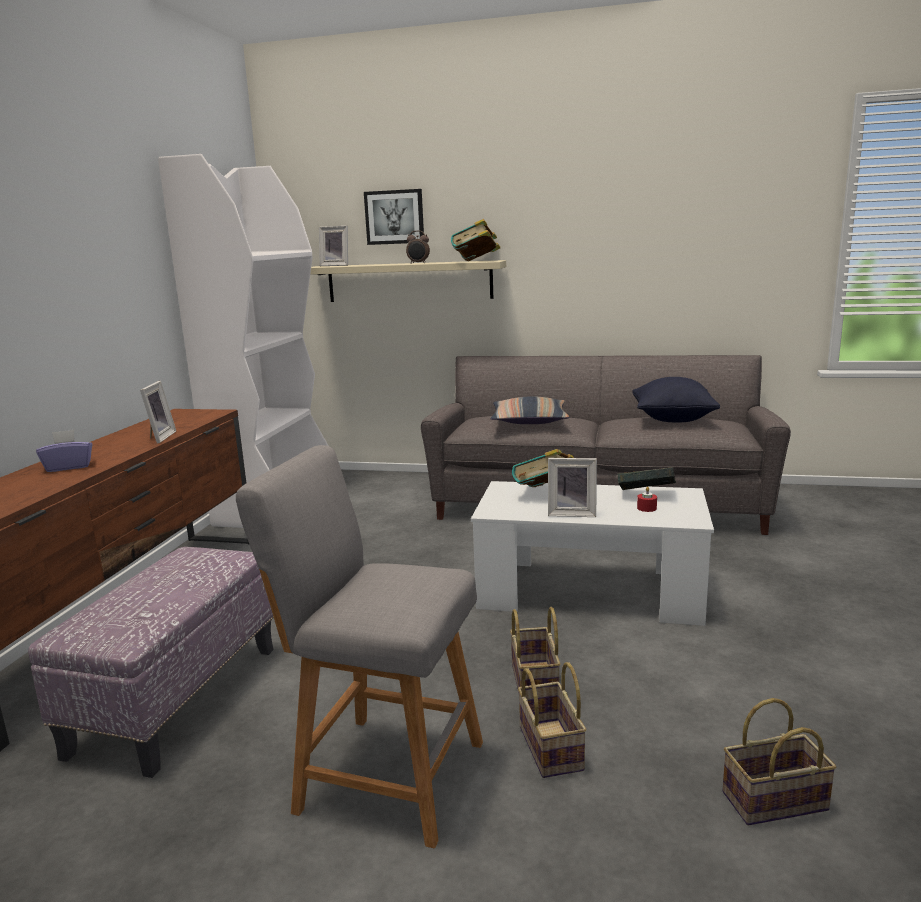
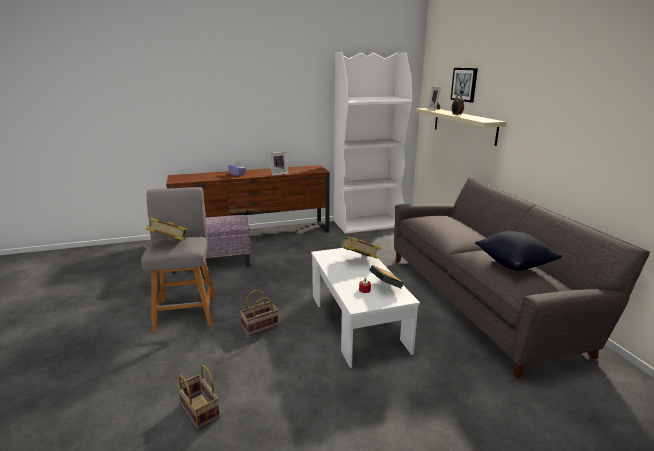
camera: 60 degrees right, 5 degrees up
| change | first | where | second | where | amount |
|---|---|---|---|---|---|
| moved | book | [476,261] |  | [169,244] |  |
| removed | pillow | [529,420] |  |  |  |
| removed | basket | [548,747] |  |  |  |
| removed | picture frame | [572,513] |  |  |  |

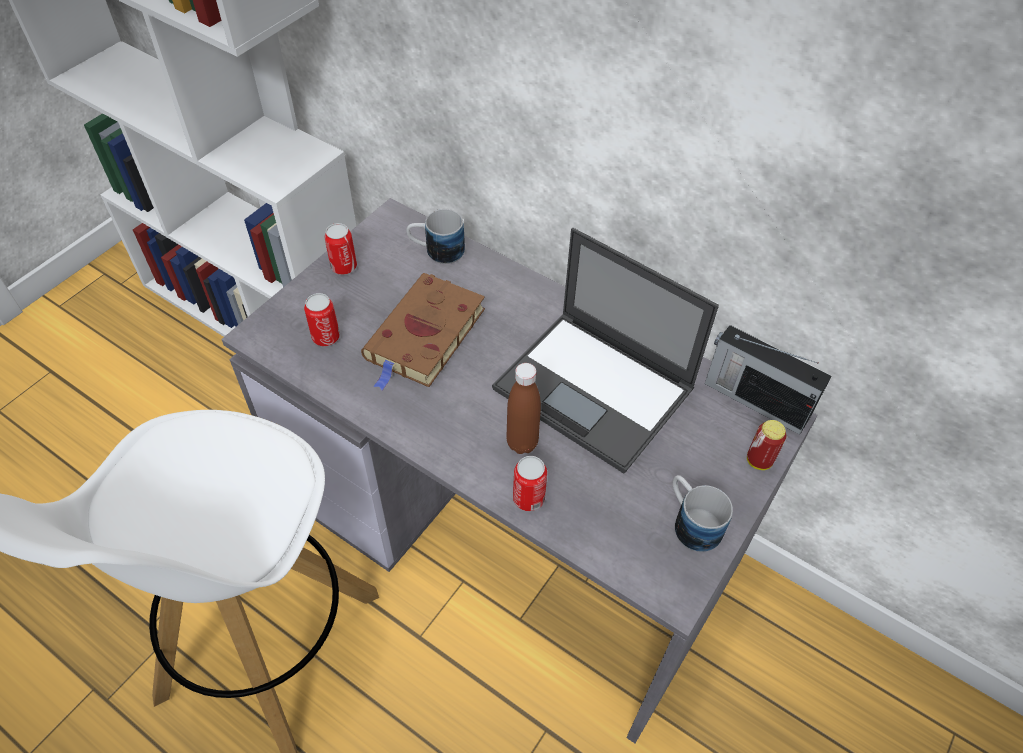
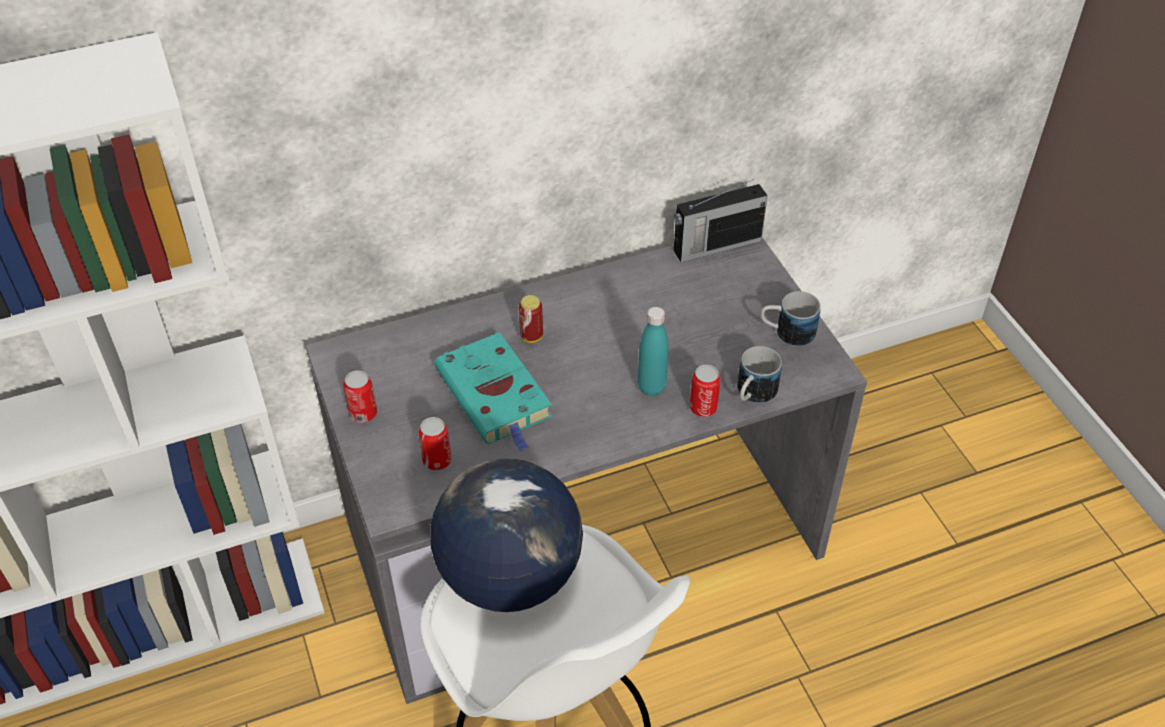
camera: 55 degrees left, 5 degrees down
| change | first | where | second | where | amount |
|---|---|---|---|---|---|
| added |  |  | globe | [510,575] |  |
| recoloured | brown book | [424,337] | turquoise book | [496,396] |  |
| moved | can | [759,461] |  | [531,336] |  |
| recoloured | brown bottle | [522,443] | turquoise bottle | [651,387] |  |
| moved | mug | [436,251] |  | [752,395] |  |
| removed | laptop | [595,390] |  |  |  |

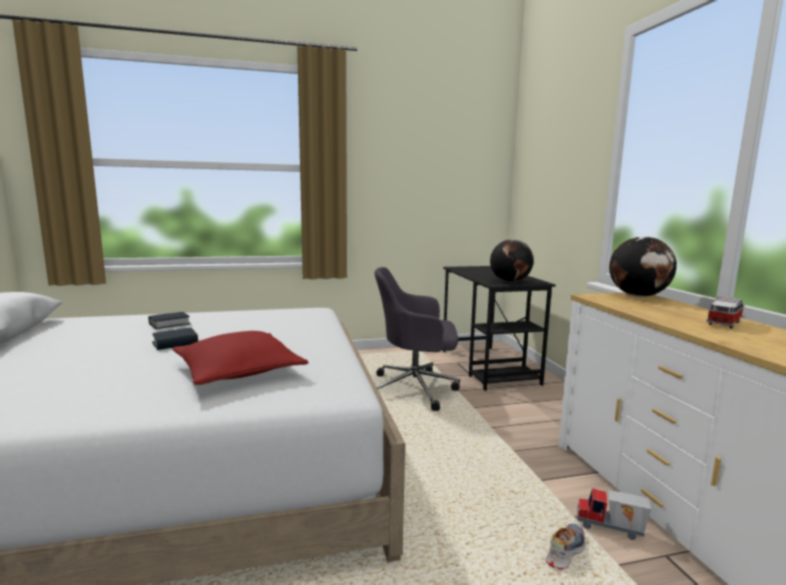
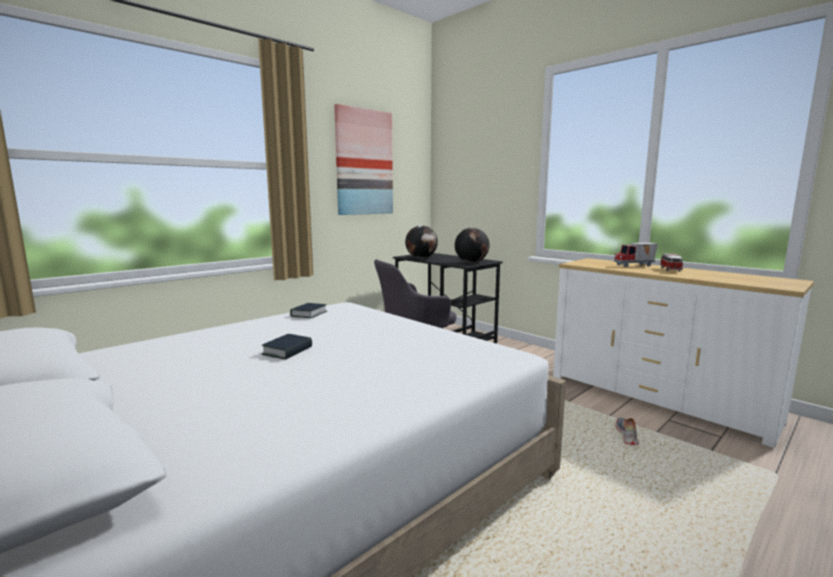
camera: 30 degrees left, 0 degrees up
| change | first | where | second | where | amount |
|---|---|---|---|---|---|
| moved | book | [169,324] |  | [309,314] |  |
| added |  |  | picture | [364,162] |  |
| moved | globe | [638,296] |  | [421,258] |  |
| moved | toy truck | [610,529] |  | [635,266] |  |
| removed | red pillow | [239,371] |  |  |  |

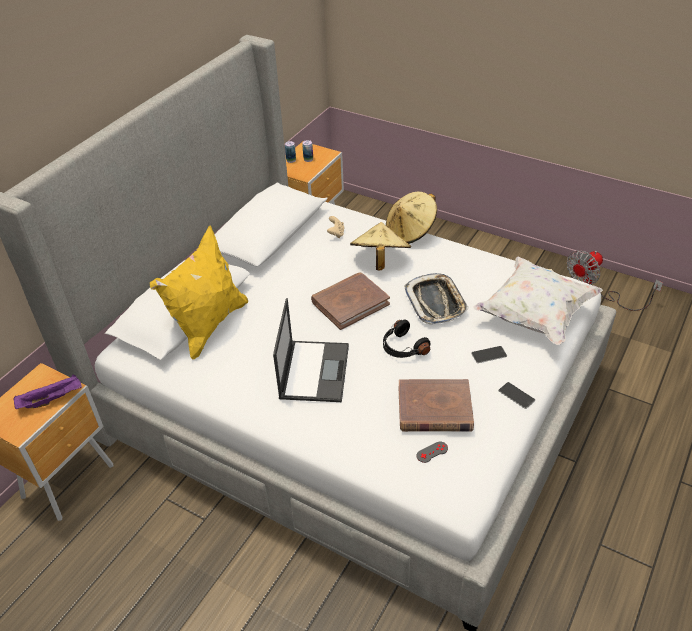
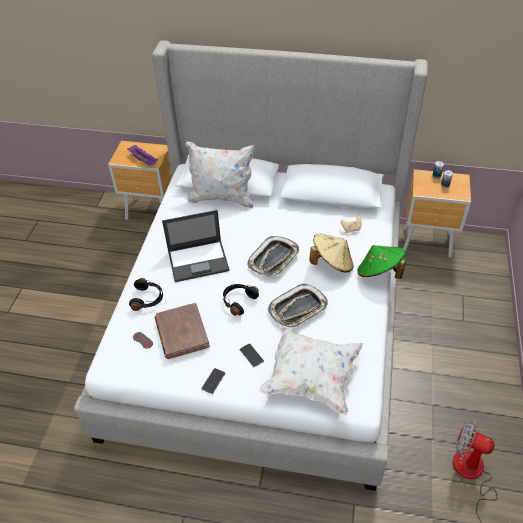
camera: 70 degrees right, 5 degrees up
| change | first | where | second | where | amount |
|---|---|---|---|---|---|
| added |  |  | black headphones | [148,299] |  |
| recoloured | yellow pillow | [209,326] | white pillow | [222,198] |  |
| replaced | brown book | [350,303] | tray | [274,259] |  |
| recoloured | beige hat | [411,232] | green hat | [379,272] |  |

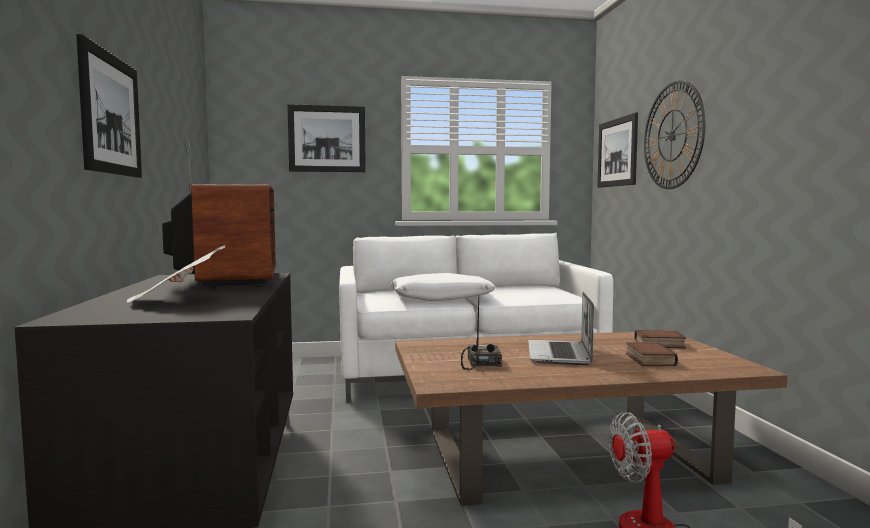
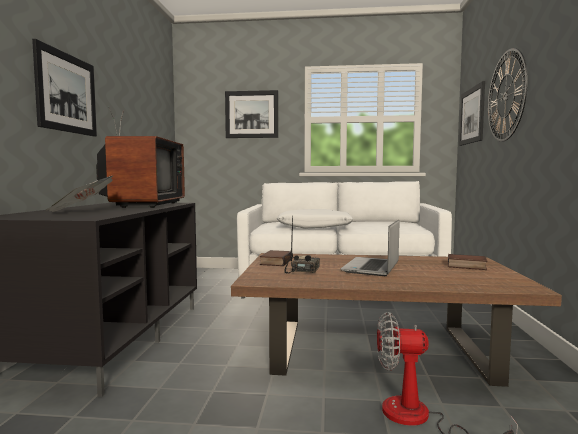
camera: 15 degrees right, 0 degrees up
| change | first | where | second | where | amount |
|---|---|---|---|---|---|
| moved | book | [648,359] |  | [275,262] |  |

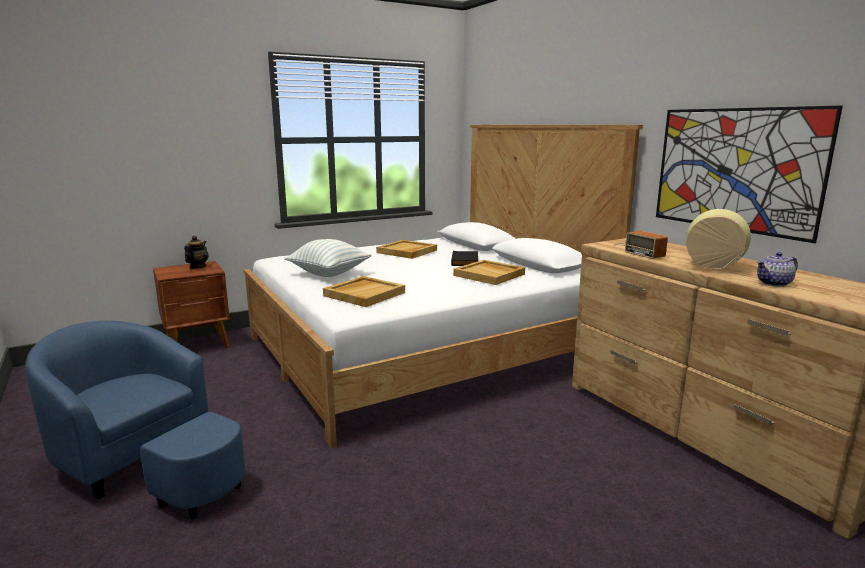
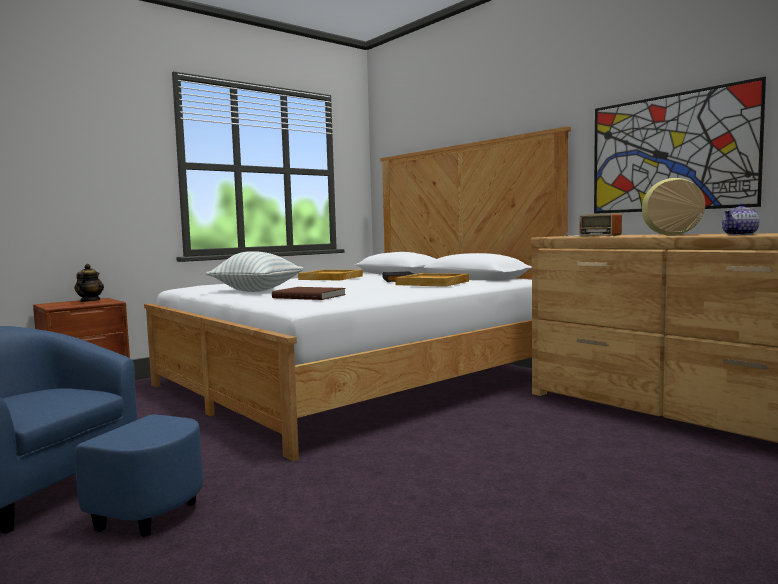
camera: 10 degrees left, 10 degrees down
| change | first | where | second | where | amount |
|---|---|---|---|---|---|
| replaced | beige tray | [364,294] | brown book | [310,296] |  |

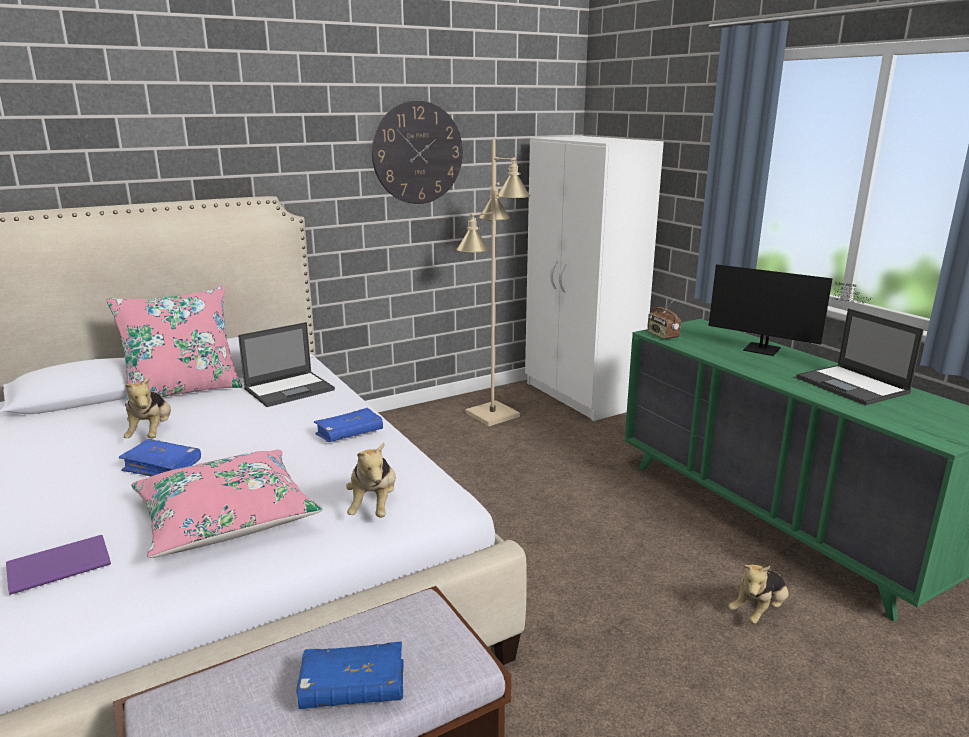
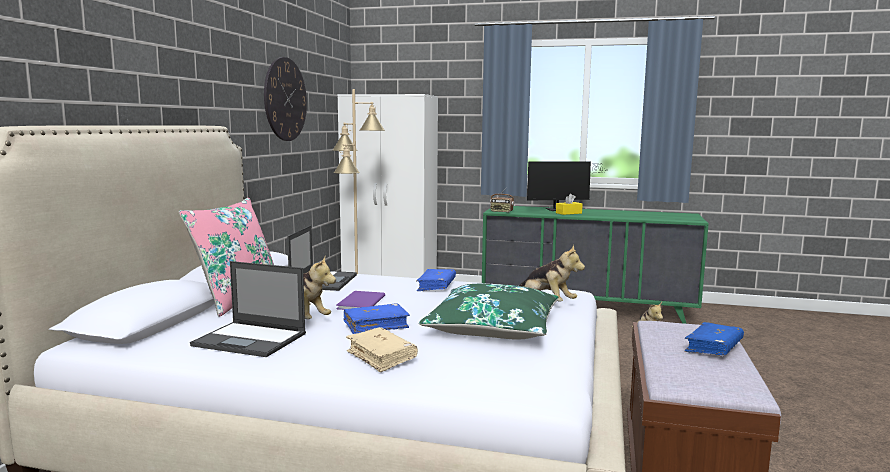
camera: 45 degrees left, 10 degrees down
| change | first | where | second | where | amount |
|---|---|---|---|---|---|
| moved | laptop | [853,386] |  | [251,340] |  |
| moved | purple book | [56,565] |  | [359,302] |  |
| added |  |  | beige book | [381,357] |  |
| recoloured | pink pillow | [226,518] | green pillow | [492,328] |  |
| added |  |  | yellow tissue box | [568,213] |  |

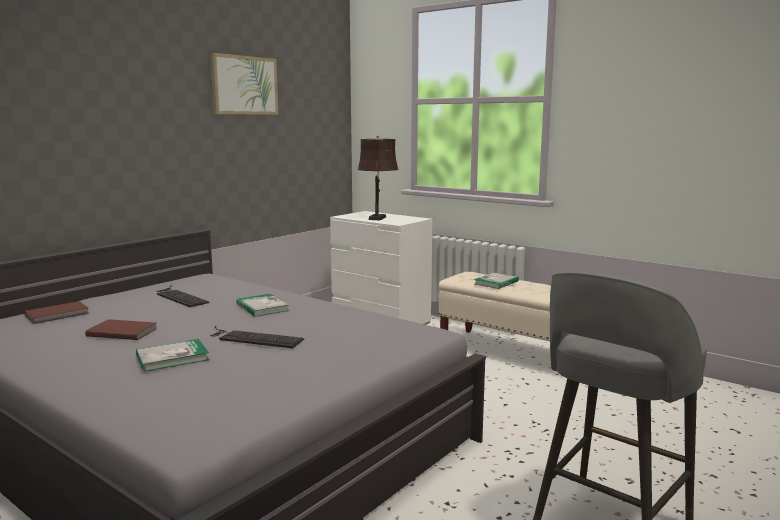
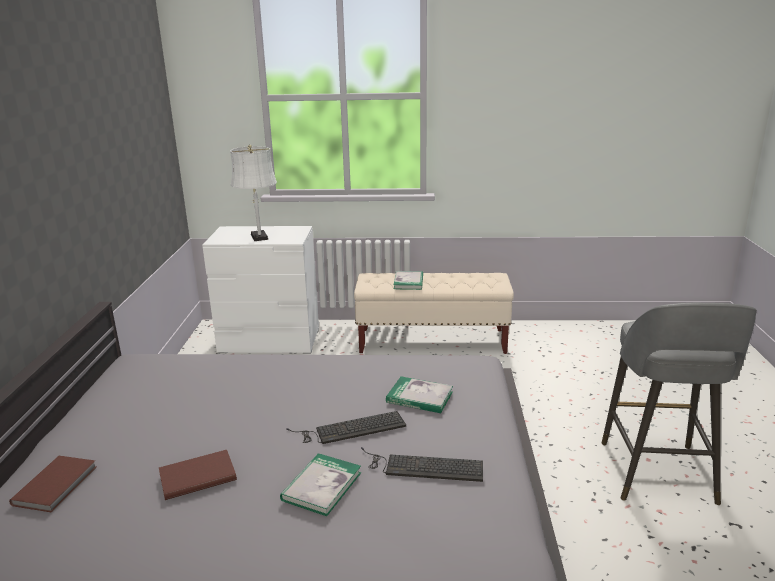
camera: 35 degrees left, 10 degrees up
| change | first | where | second | where | amount |
|---|---|---|---|---|---|
| recoloured | brown table lamp | [378,218] | white table lamp | [259,236] |  |
| moved | keyboard | [179,297] |  | [422,466] |  |
| moved | book | [262,307] |  | [419,397] |  |
| removed | picture | [244,85] |  |  |  |

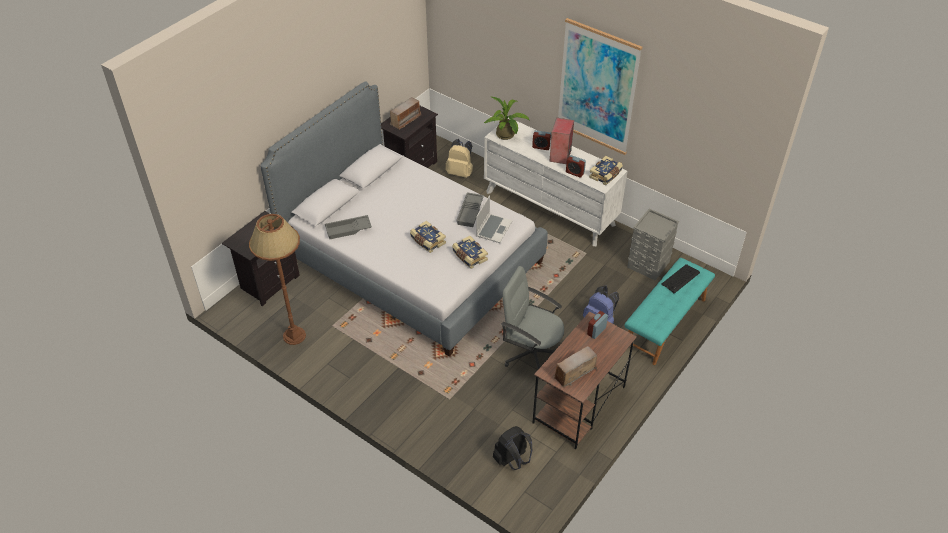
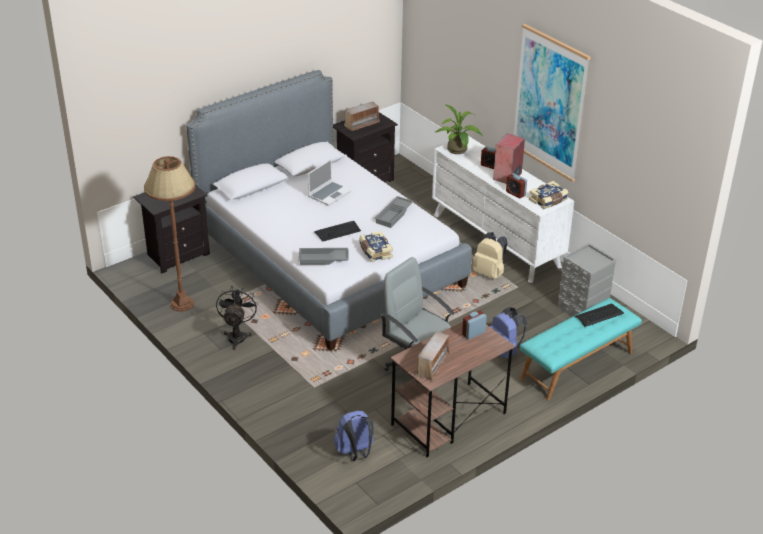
camera: 15 degrees right, 10 degrees down
| change | first | where | second | where | amount |
|---|---|---|---|---|---|
| added |  |  | black fan | [237,336] |  |
| moved | grey tray | [348,230] |  | [323,259] |  |
| moved | laptop | [493,228] |  | [329,194] |  |
| replaced | book | [427,241] | keyboard | [337,231] |  |
| recoloured | black backpack | [512,460] | blue backpack | [355,453] |  |
| turned | radio | [574,373] |  | [433,364] | 135 degrees clockwise |
| moved | beige backpack | [460,172] |  | [489,273] |  |

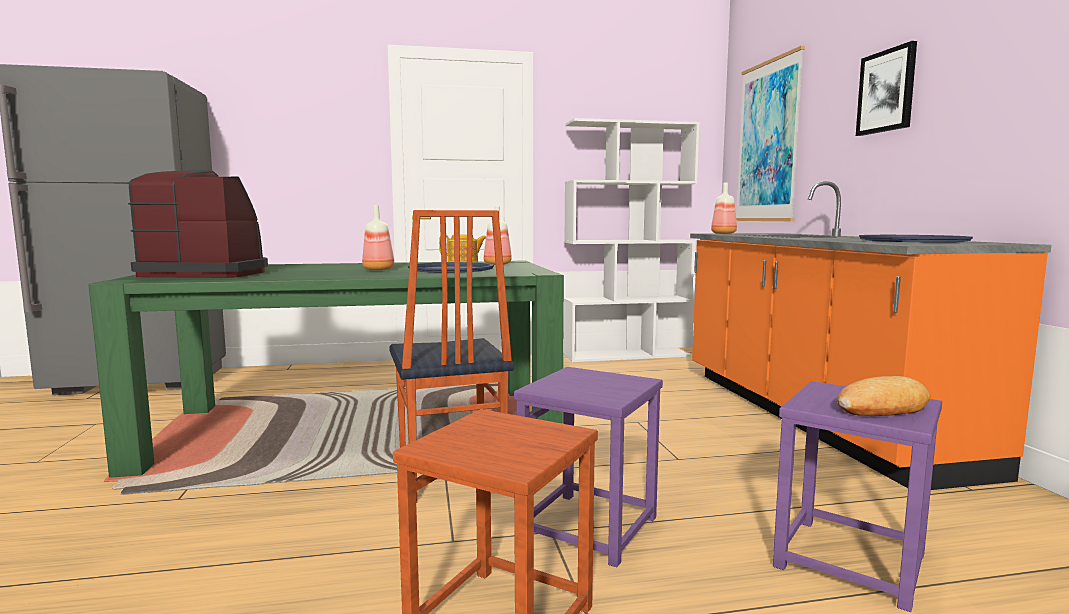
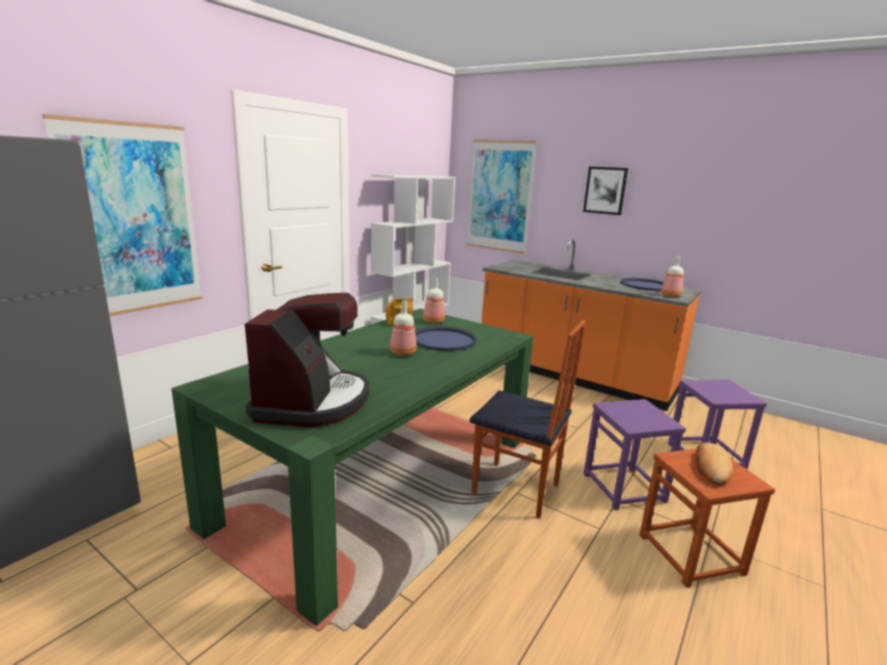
camera: 45 degrees left, 10 degrees up
| change | first | where | second | where | amount |
|---|---|---|---|---|---|
| added |  |  | picture | [133,220] |  |
| turned | coffee machine | [207,274] |  | [313,401] | 135 degrees clockwise |
| moved | bottle | [723,233] |  | [670,296] |  |
| moved | bread | [883,407] |  | [711,467] |  |

